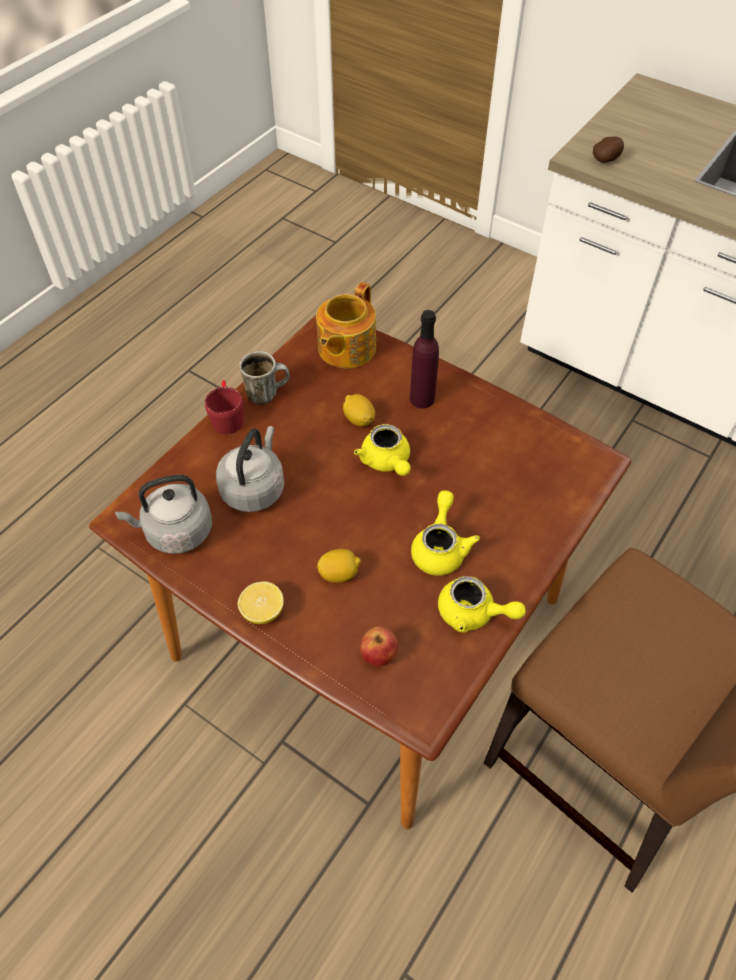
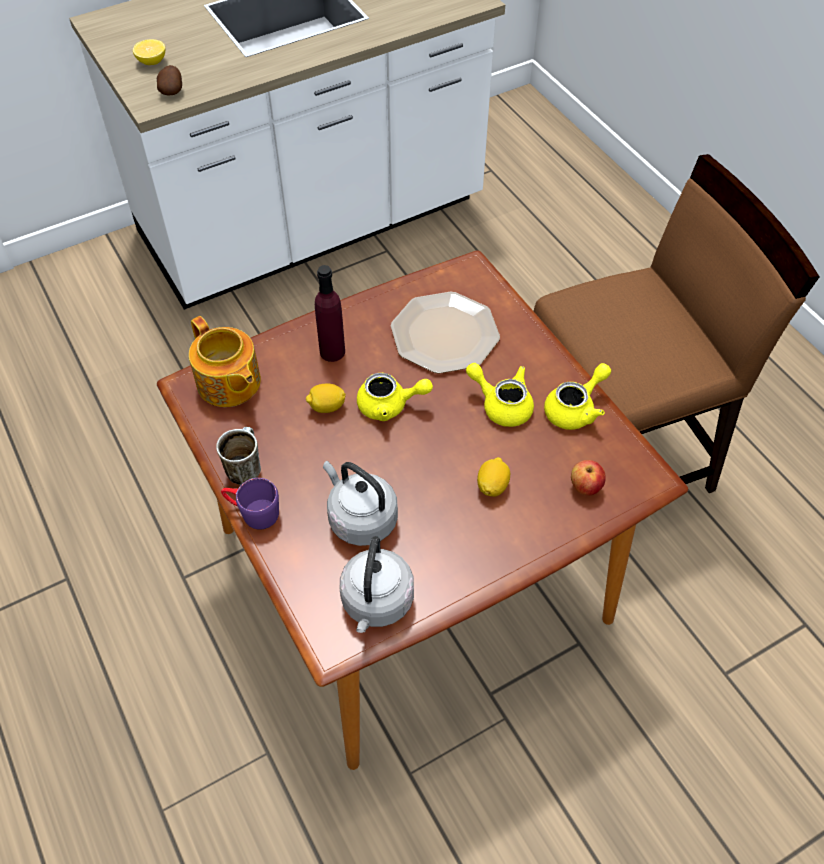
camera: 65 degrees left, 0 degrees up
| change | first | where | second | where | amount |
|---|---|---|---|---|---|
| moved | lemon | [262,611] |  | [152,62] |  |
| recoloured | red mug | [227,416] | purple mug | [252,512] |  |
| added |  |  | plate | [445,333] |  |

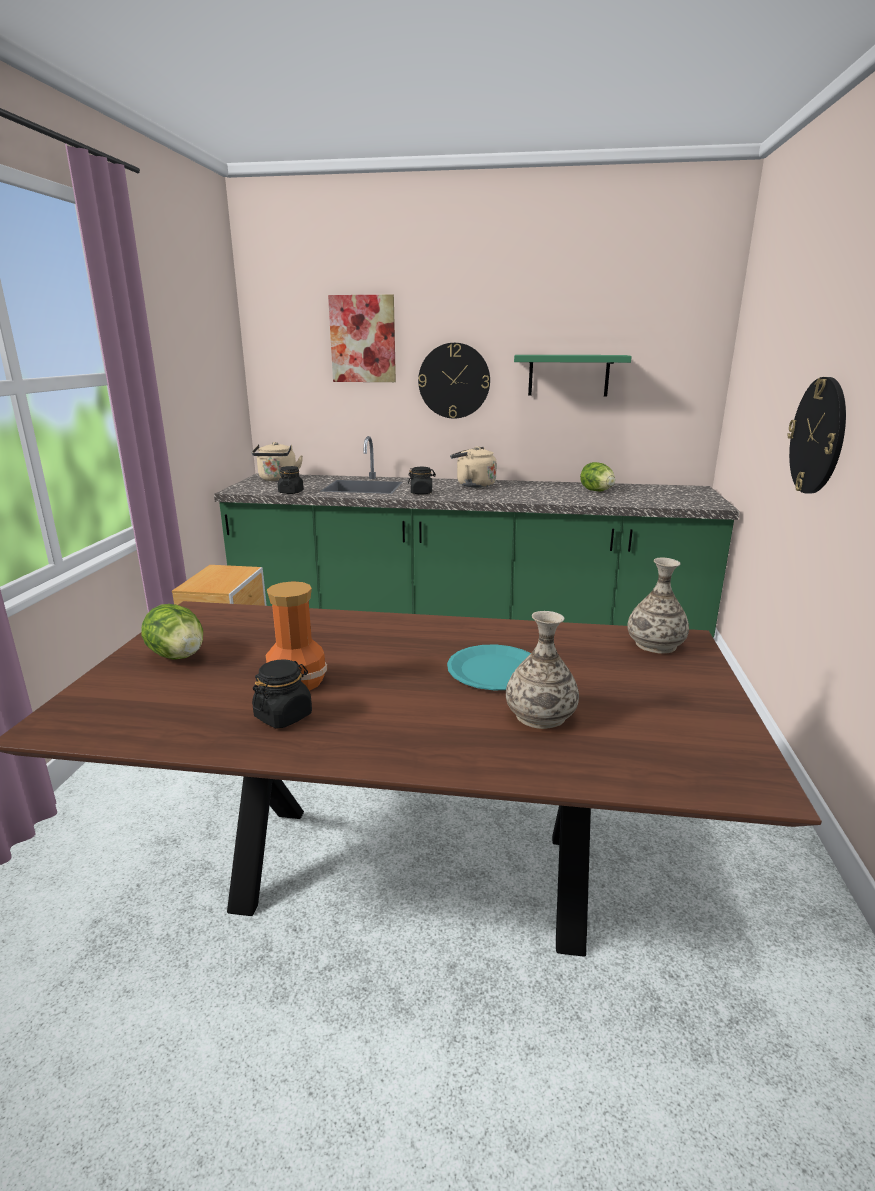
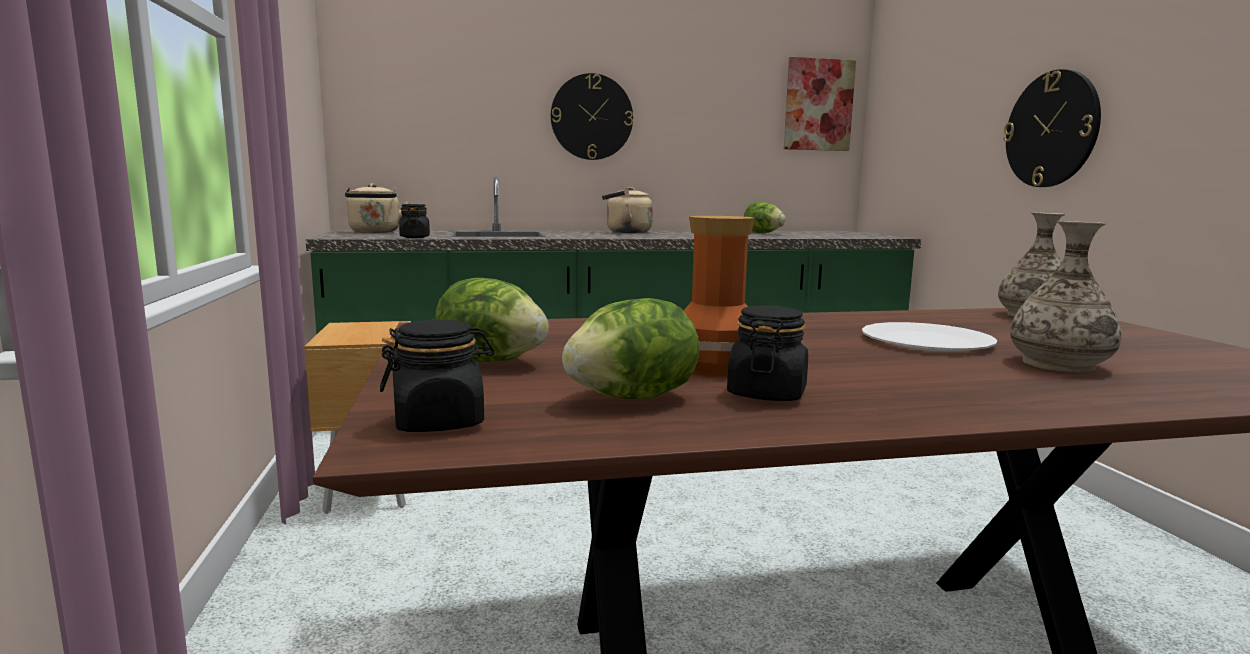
camera: 20 degrees left, 10 degrees down
| change | first | where | second | where | amount |
|---|---|---|---|---|---|
| moved | black jar | [421,493] |  | [439,422] |  |
| added |  |  | lettuce | [632,398] |  |
| moved | picture | [363,339] |  | [818,105] |  |
| recoloured | turquoise plate | [495,670] | white plate | [927,341] |  |
| removed | green shelf | [568,375] |  |  |  |

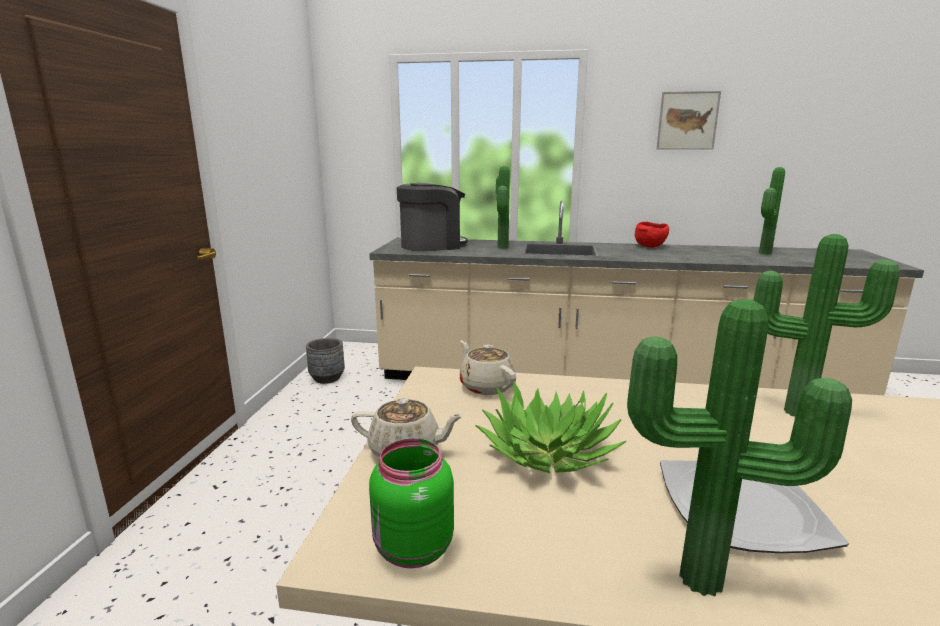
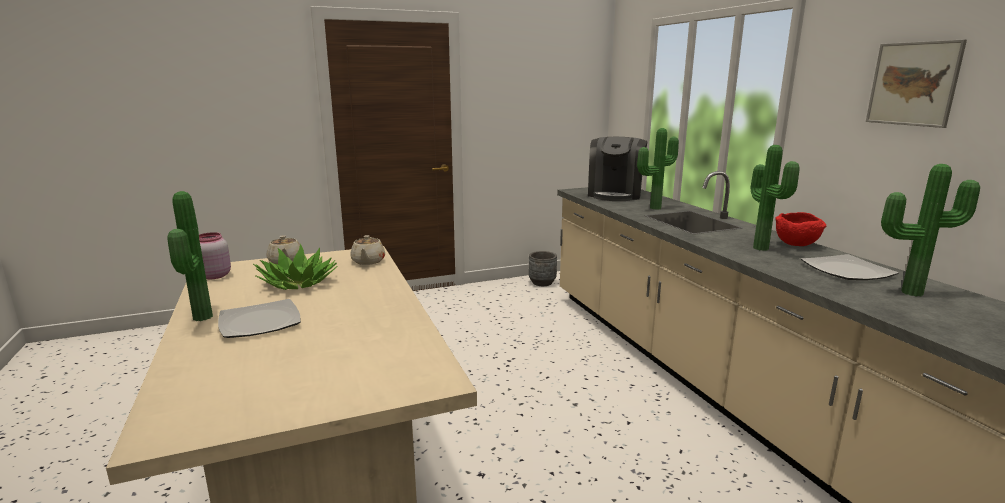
camera: 60 degrees right, 0 degrees up
| change | first | where | second | where | amount |
|---|---|---|---|---|---|
| recoloured | green jar | [412,549] | pink jar | [214,276] |  |
| turned | beige teapot | [486,386] |  | [368,261] | 150 degrees clockwise |
| turned | coffee machine | [432,245] |  | [615,194] | 75 degrees clockwise |
| moved | potted plant | [796,410] |  | [763,248] |  |
| added |  |  | plate | [847,270] |  |

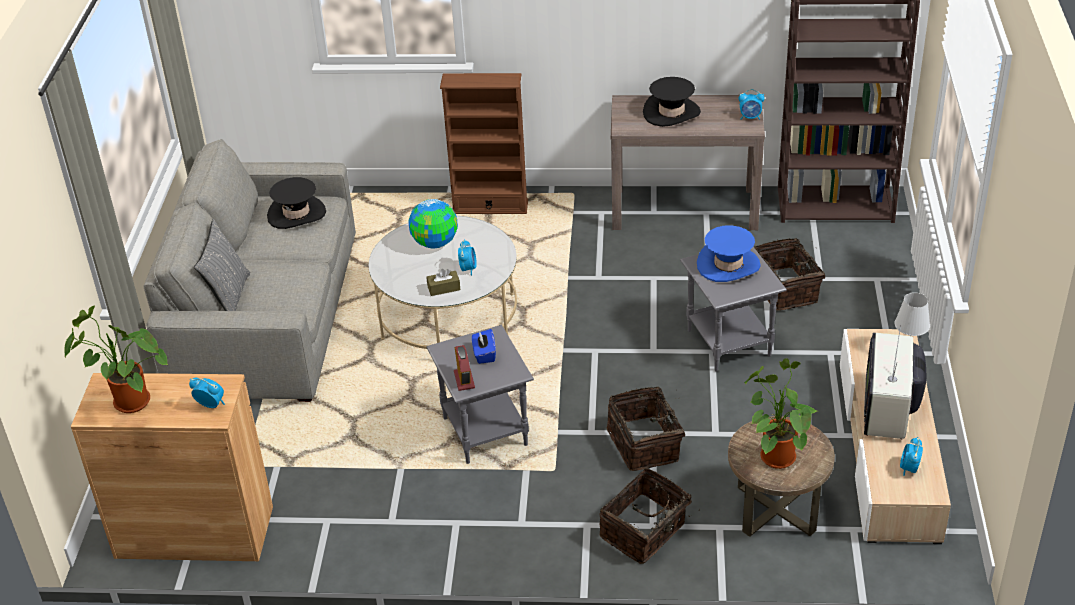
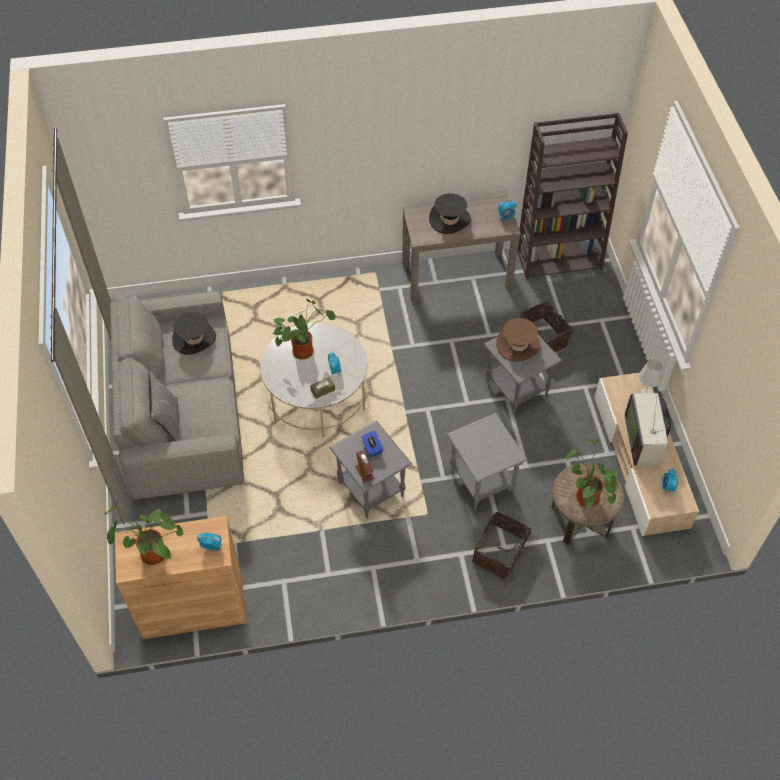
camera: 15 degrees left, 15 degrees up
| change | first | where | second | where | amount |
|---|---|---|---|---|---|
| replaced | globe | [435,243] | potted plant | [304,350] |  |
| replaced | basket | [645,444] | grey side table | [482,482] |  |
| recoloured | blue hat | [728,265] | brown hat | [518,345] |  |
| removed | brown bookcase | [490,207] |  |  |  |

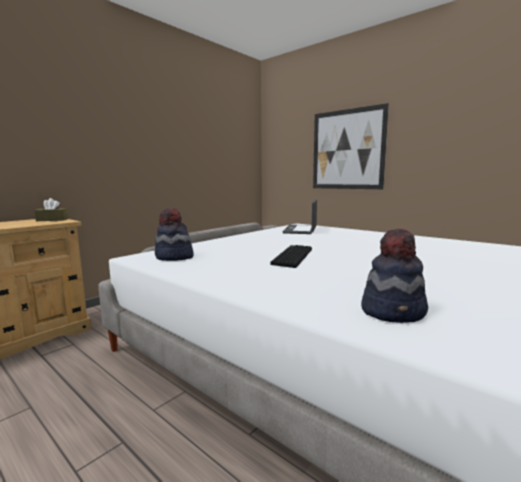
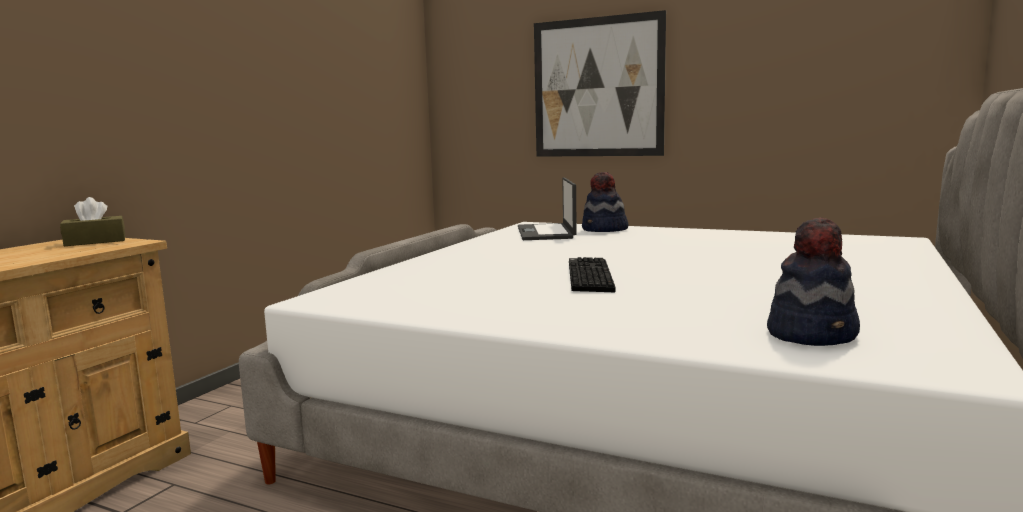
camera: 15 degrees left, 0 degrees up
| change | first | where | second | where | amount |
|---|---|---|---|---|---|
| moved | hat | [174,257] |  | [604,230] |  |

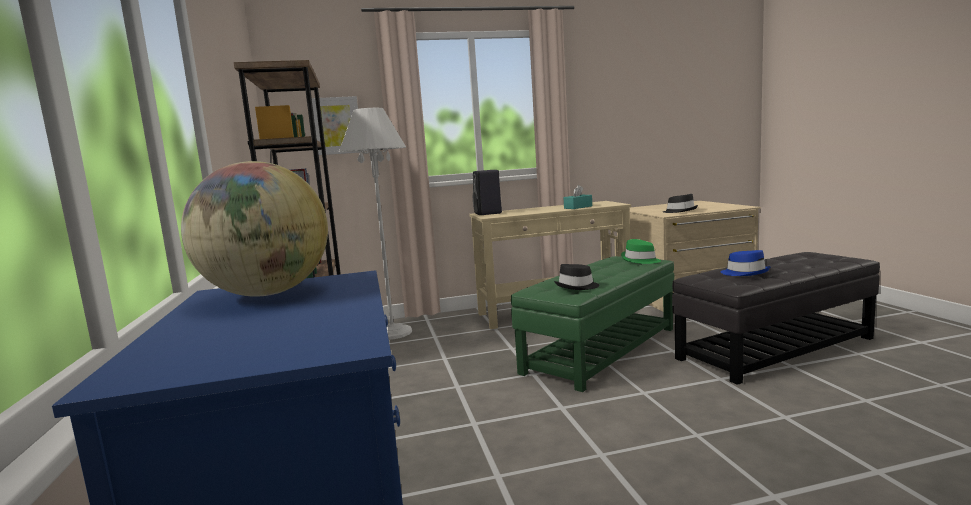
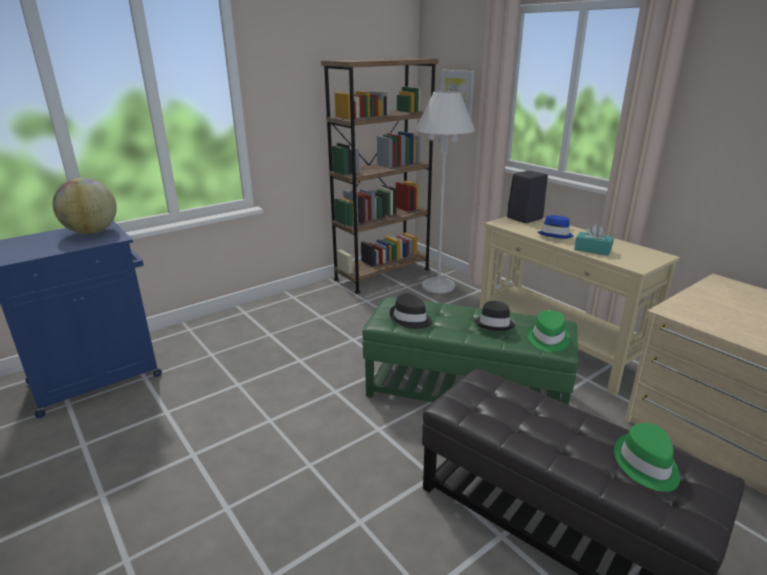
camera: 65 degrees right, 15 degrees up
| change | first | where | second | where | amount |
|---|---|---|---|---|---|
| moved | black hat | [680,211] |  | [494,324] |  |
| moved | blue hat | [745,273] |  | [555,235] |  |
| added |  |  | green hat | [646,465] |  |

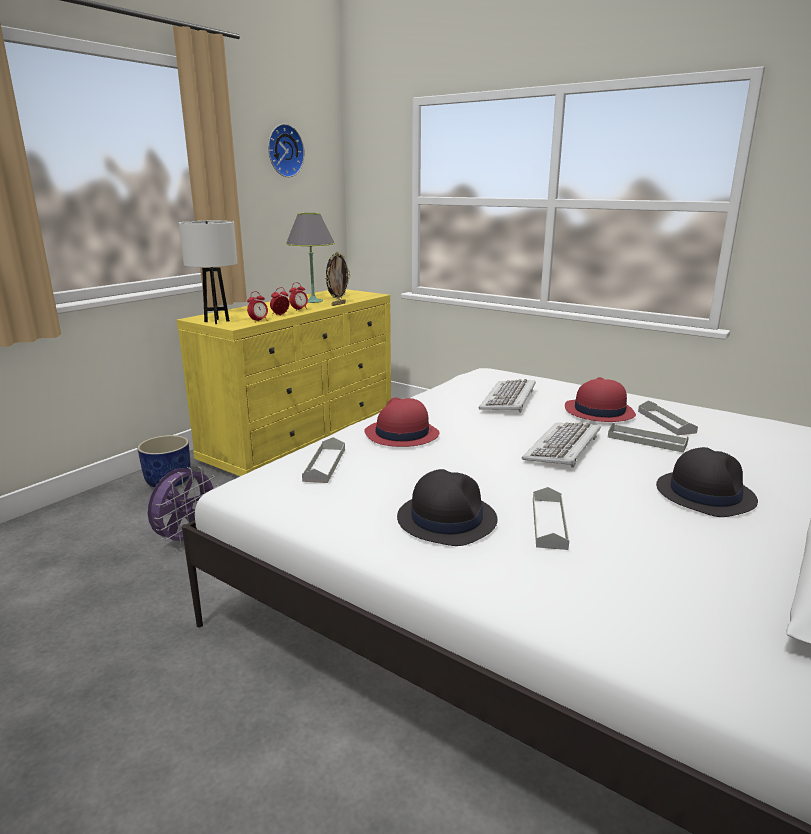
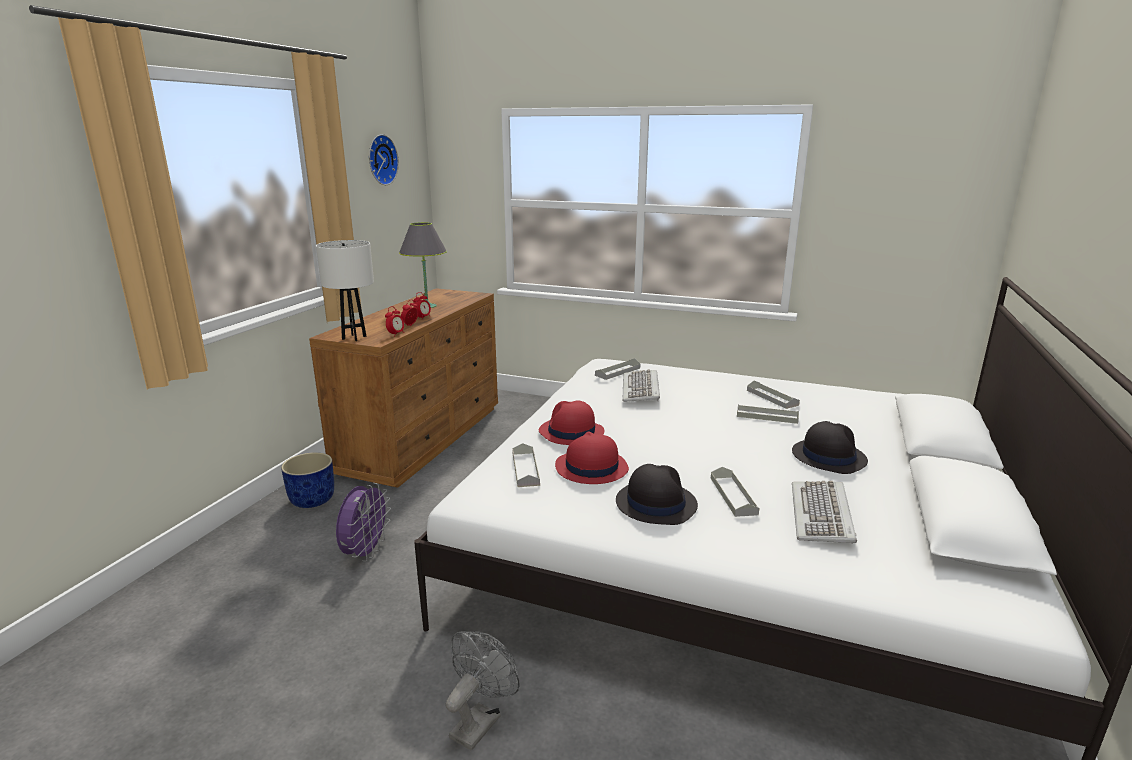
camera: 15 degrees left, 0 degrees up
| change | first | where | second | where | amount |
|---|---|---|---|---|---|
| recoloured | yellow dresser | [303,437] | brown dresser | [424,438] |  |
| added |  |  | grey fan | [480,721] |  |
| moved | red hat | [598,411] |  | [591,468] |  |
| added |  |  | grey tray | [617,371] |  |
| moved | keyboard | [563,447] |  | [822,515] |  |
| removed | picture frame | [338,304] |  |  |  |

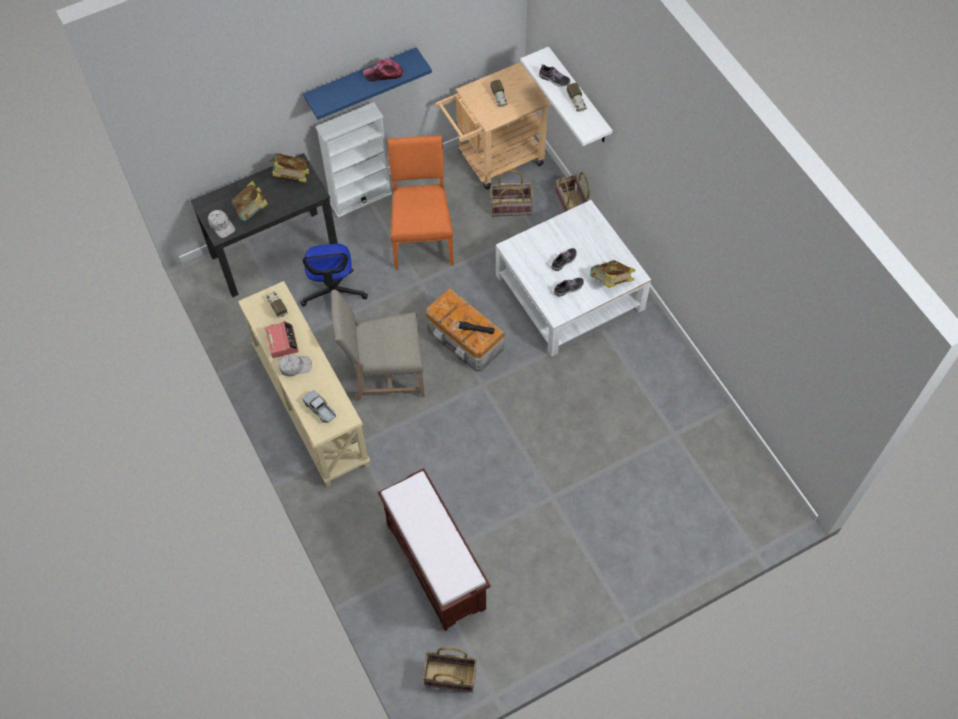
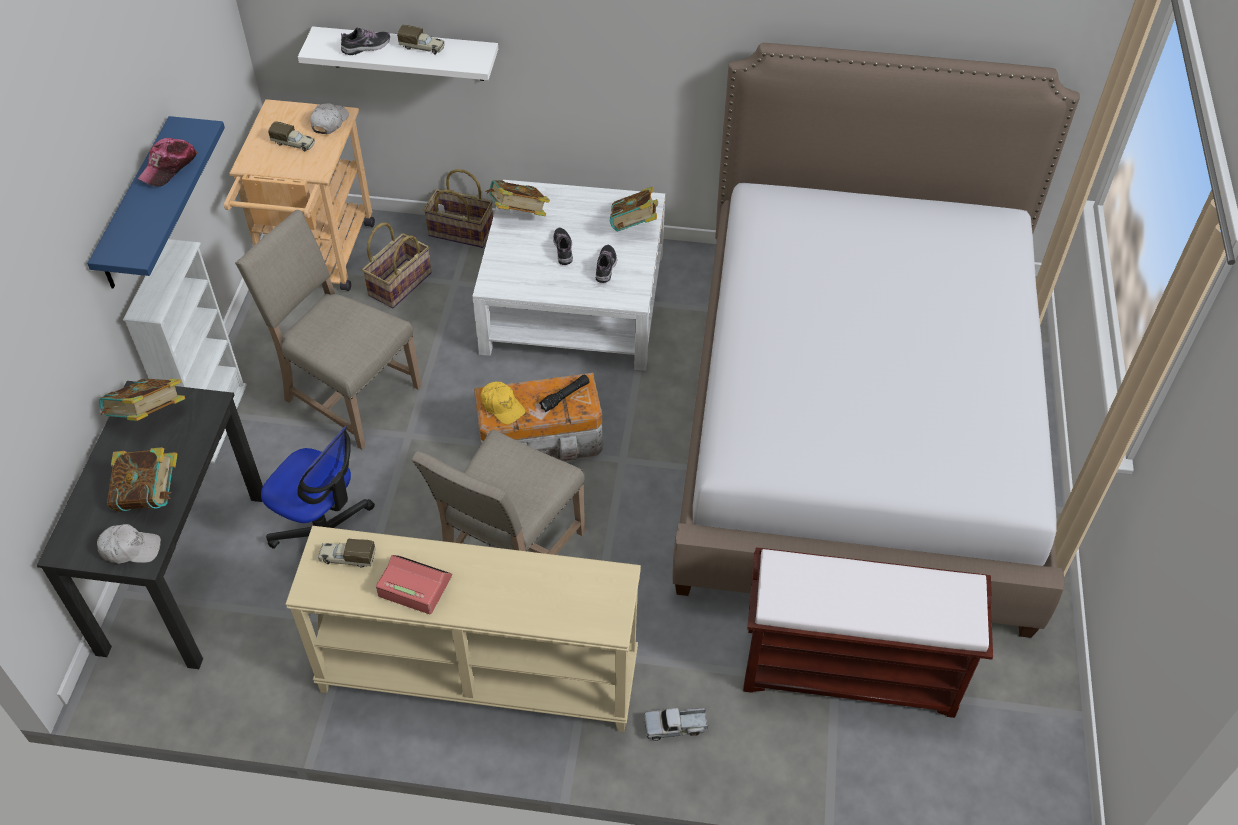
camera: 55 degrees left, 10 degrees down
| change | first | where | second | where | amount |
|---|---|---|---|---|---|
| recoloured | orange chair | [422,238] | beige chair | [347,394] |  |
| moved | white cap | [295,366] |  | [329,122] |  |
| added |  |  | yellow cap | [502,406] |  |
| added |  |  | book | [518,214] |  |
| moved | toy truck | [320,409] |  | [675,726] |  |
| added |  |  | bed | [858,422] |  |
| removed | basket | [450,677] |  |  |  |

